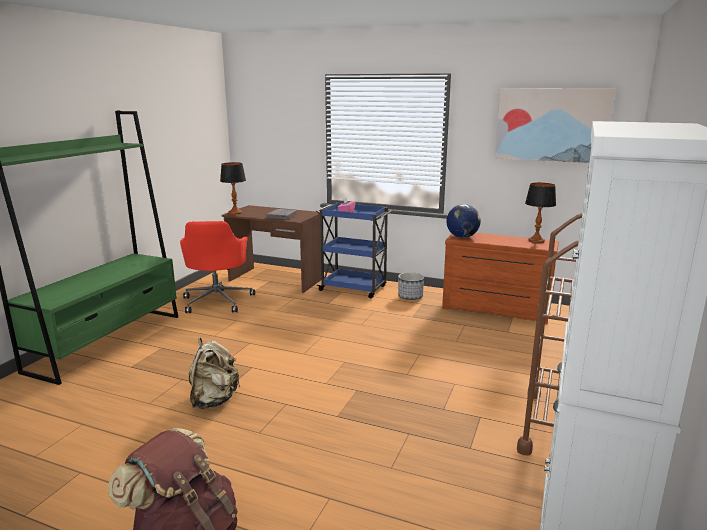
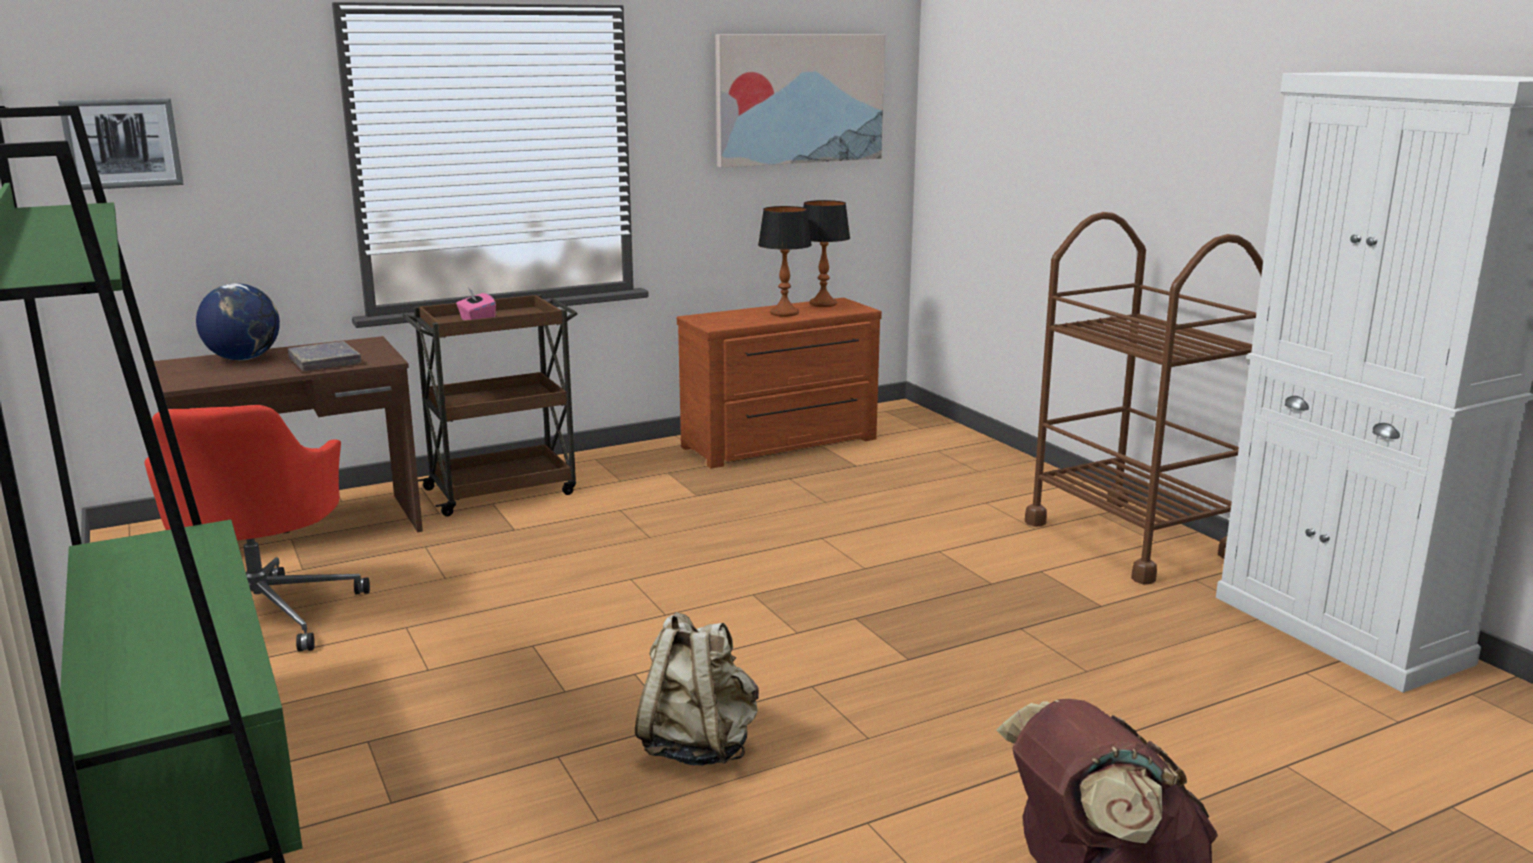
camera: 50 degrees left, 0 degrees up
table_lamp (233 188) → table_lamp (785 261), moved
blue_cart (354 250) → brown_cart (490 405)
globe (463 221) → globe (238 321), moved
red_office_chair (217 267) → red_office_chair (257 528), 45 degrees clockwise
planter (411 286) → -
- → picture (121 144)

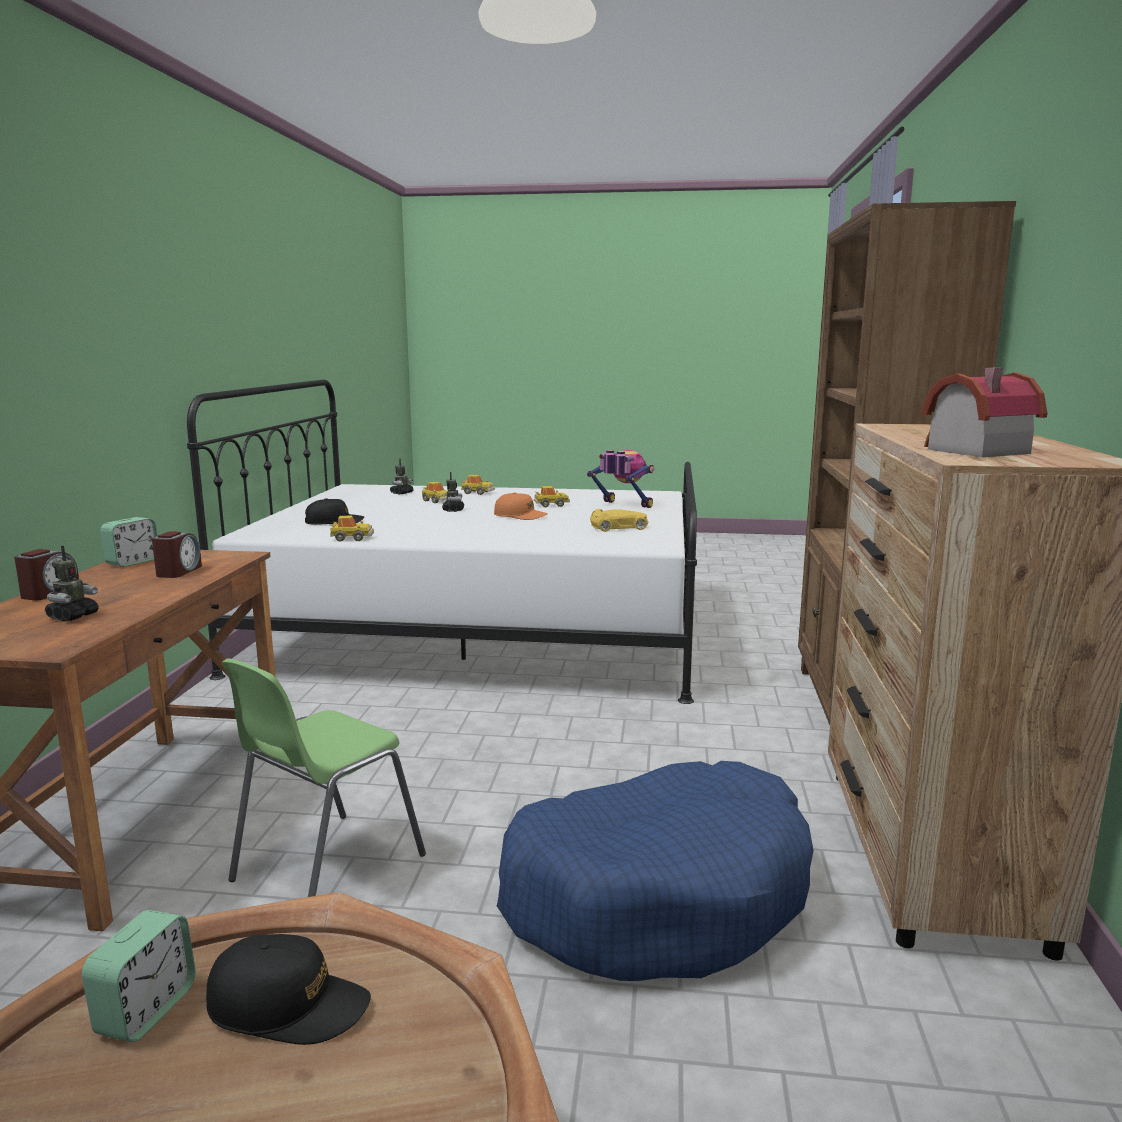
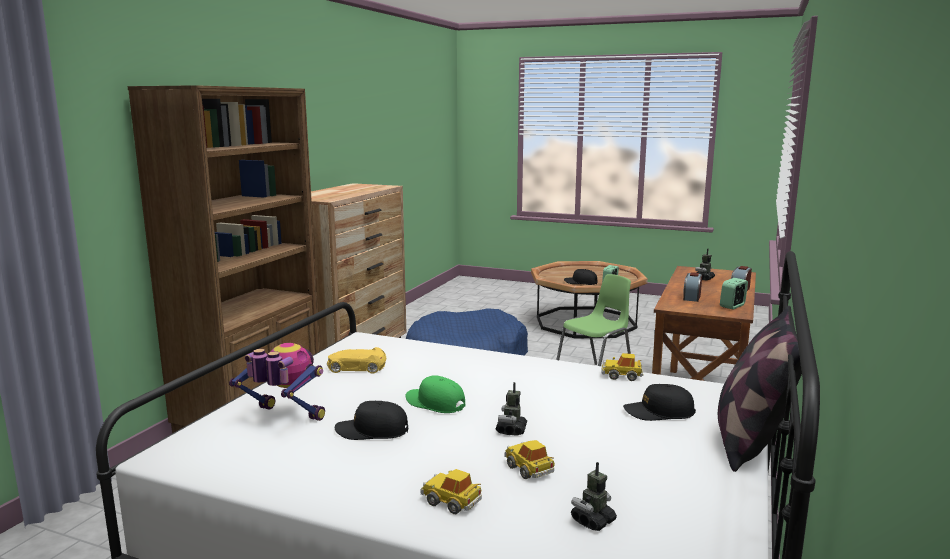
camera: 165 degrees left, 0 degrees up
toy_house (984 412) → -
toy_robot (621 479) → toy_robot (277 382), 150 degrees clockwise
toy_car (551 496) → black_cap (371 420)
orange_cap (521 506) → green_cap (436 394)
- → pillow (760 389)

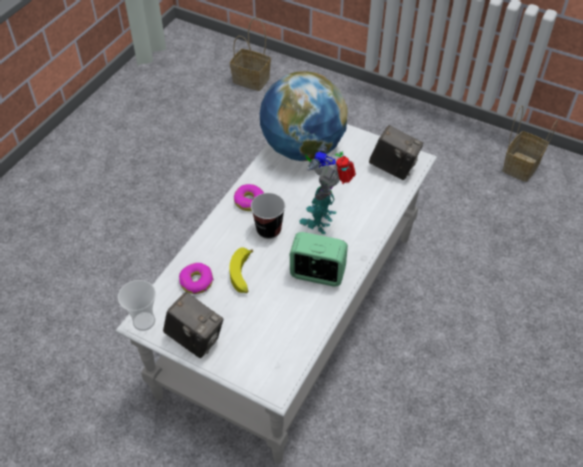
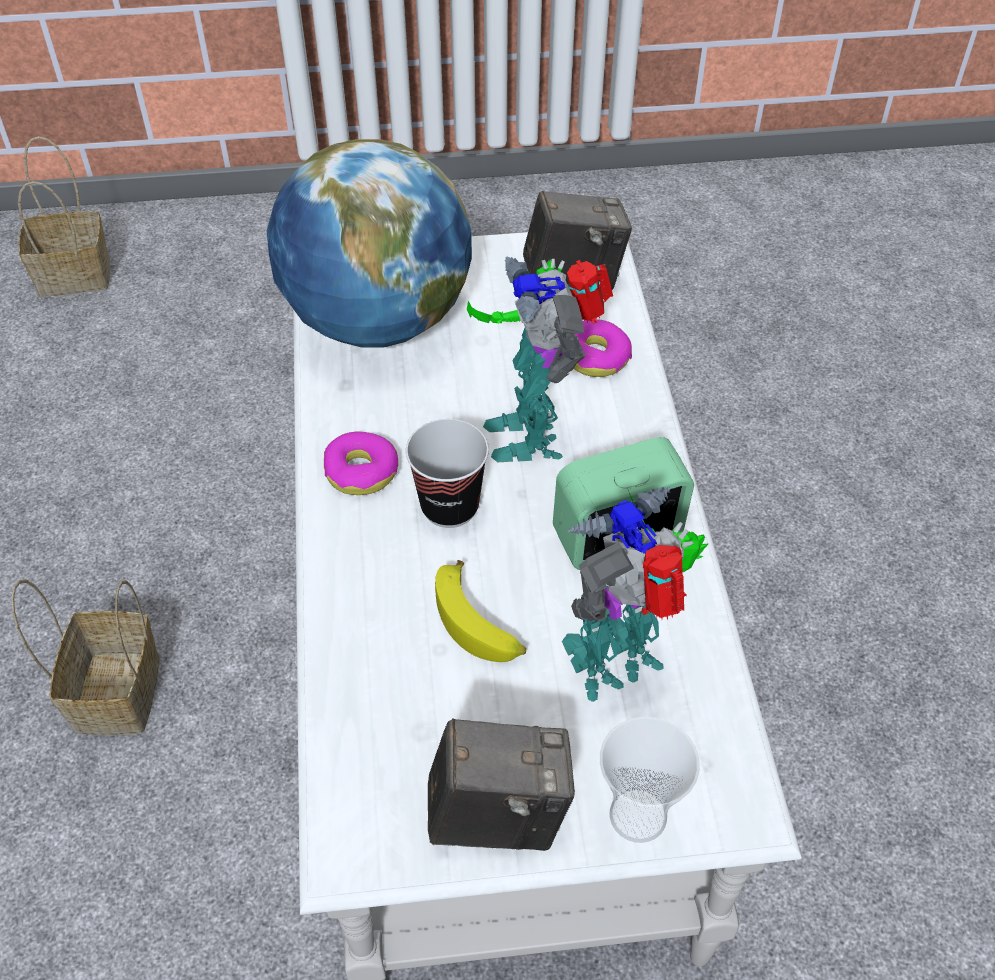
camera: 35 degrees left, 0 degrees up
basket (530 143) → basket (85 657), moved
donut (196 278) → donut (603 348), moved
cup (137 305) → cup (650 780), moved
- → toy_robot (635 594)

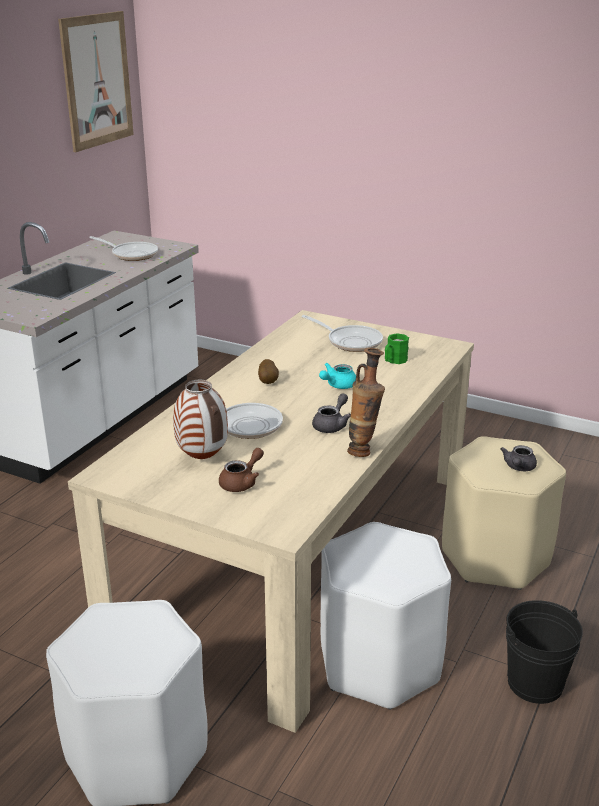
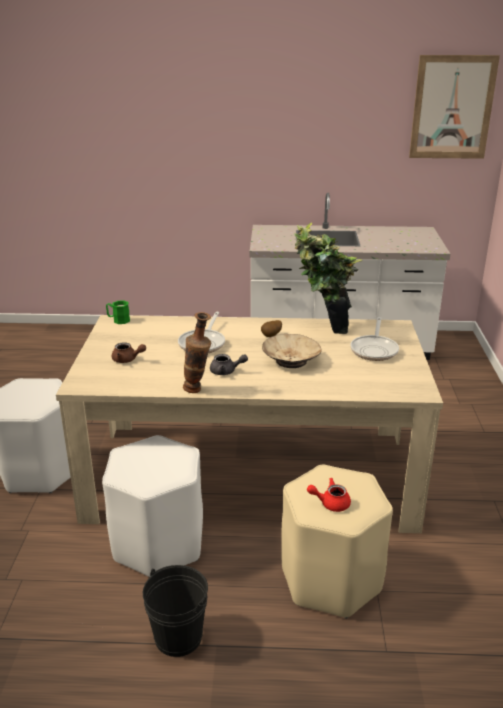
camera: 65 degrees right, 0 degrees up
frying_pan (123 248) → -
green_mug (397 348) → green_mug (118 312), moved
turquoise_teapot (337 376) → beige_bowl (291 351)
vase (200 419) → -
grey_teapot (518 458) → red_teapot (329 495)
- → potted_plant (328 278)

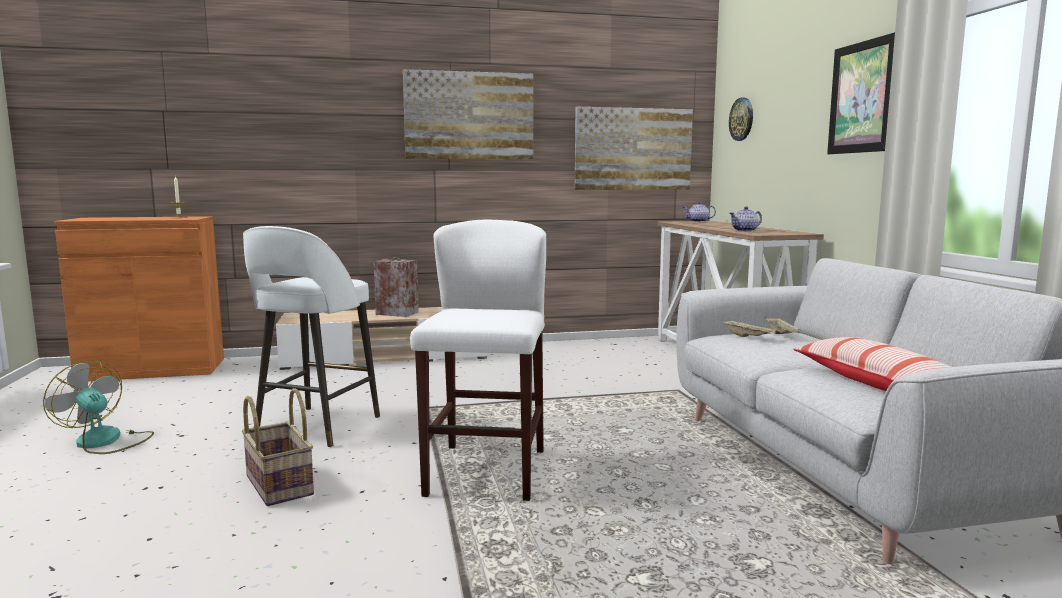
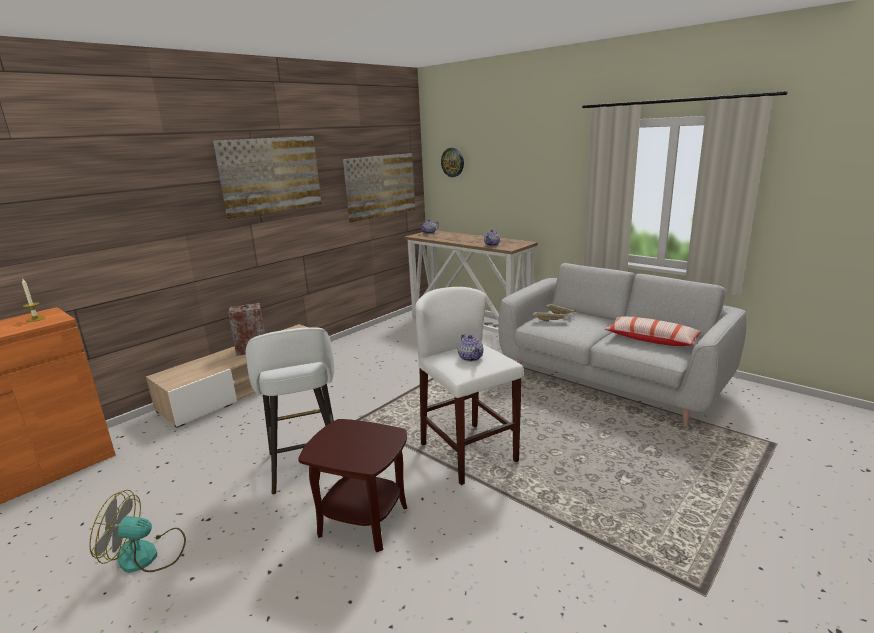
camera: 35 degrees left, 10 degrees up
picture (861 93) → -
basket (278 447) → brown_side_table (352 485)
- → teapot (470 348)

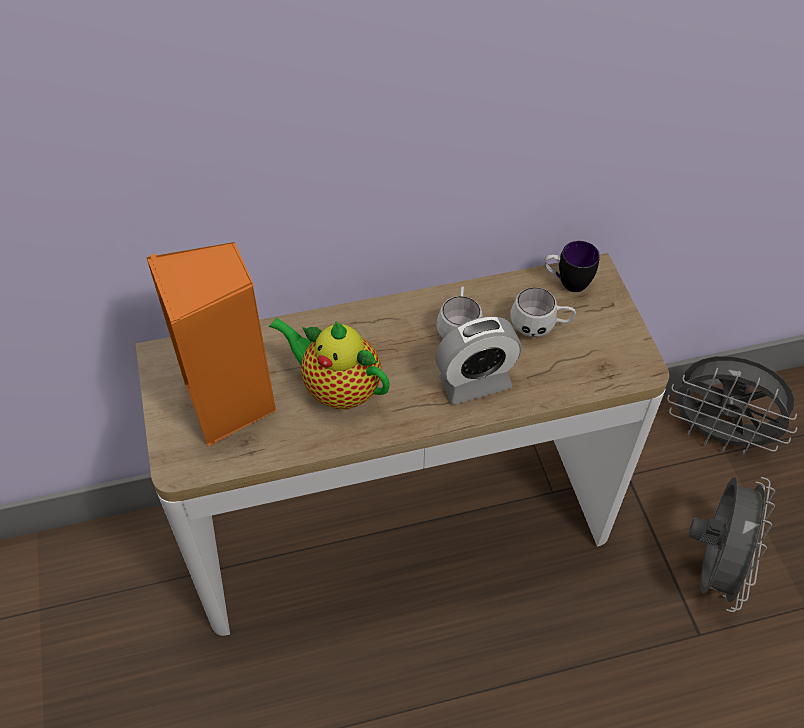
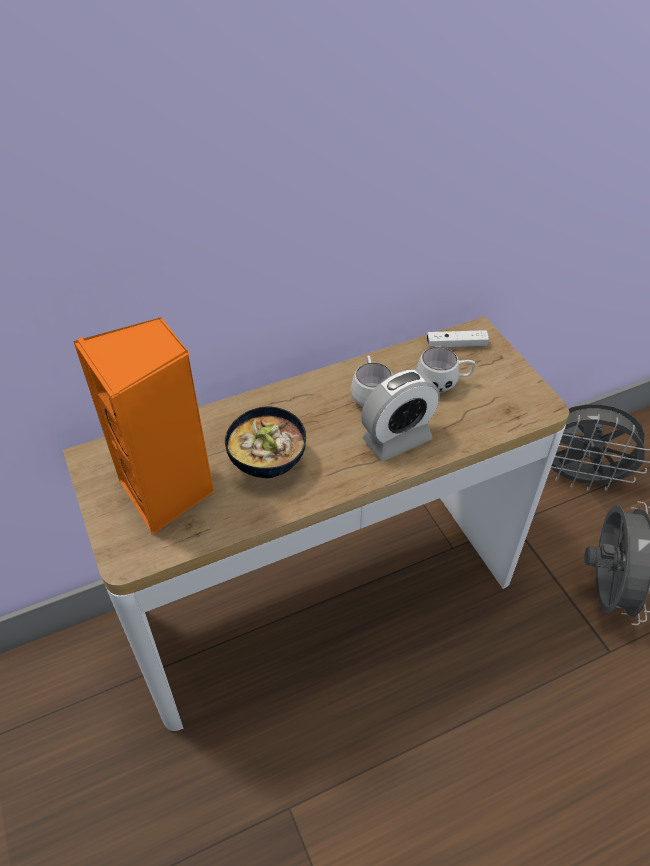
camera: 10 degrees left, 5 degrees down
mug (572 266) → white_game_controller (458 339)
teapot (329 363) → bowl (265 442)

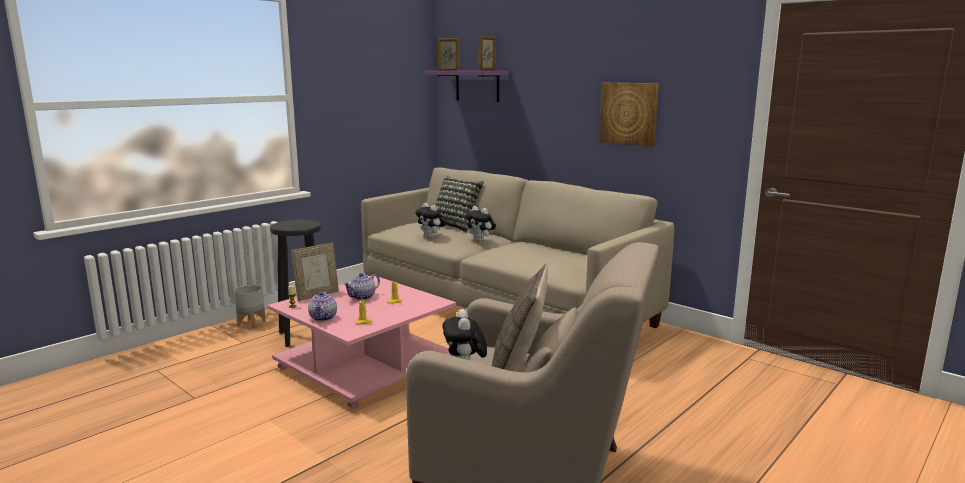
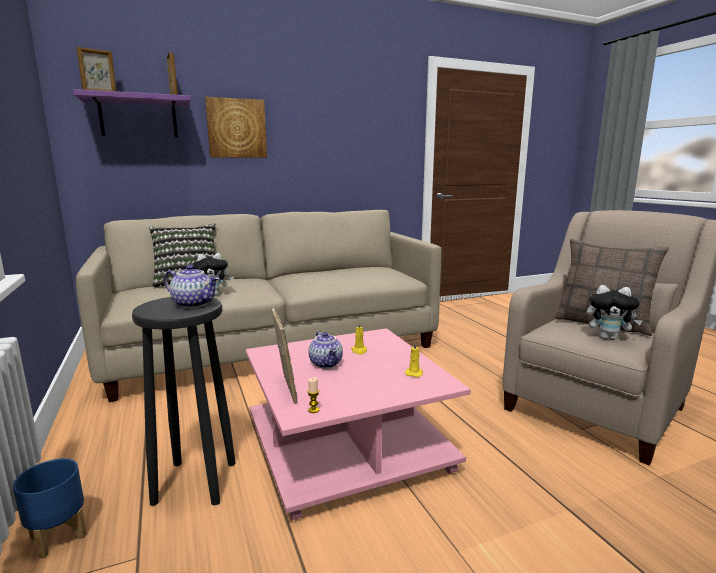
camera: 65 degrees left, 0 degrees up
picture (629 114) → picture (236 127), moved
plush_toy (480 224) → -
grey_planter (250 306) → blue_planter (50 508)
teapot (322 306) → teapot (191 286), moved

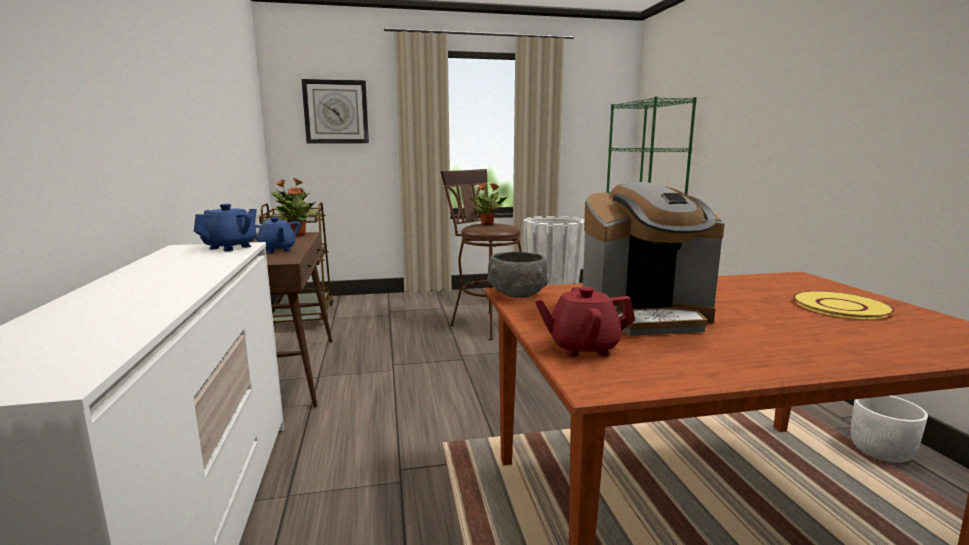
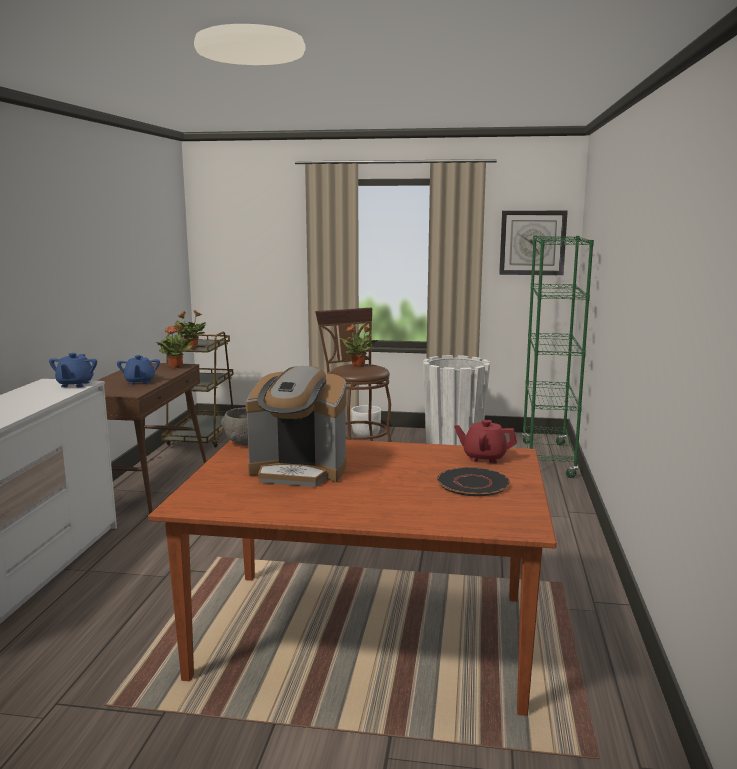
camera: 20 degrees right, 0 degrees up
wall_clock (335 111) → wall_clock (533 243), moved
blue_teapot (225 227) → blue_teapot (73 370), 135 degrees clockwise
red_teapot (585 321) → red_teapot (485 442), moved
yellow_plate (843 305) → black_plate (473 481)
white_planter (889 429) → white_planter (366 421), moved

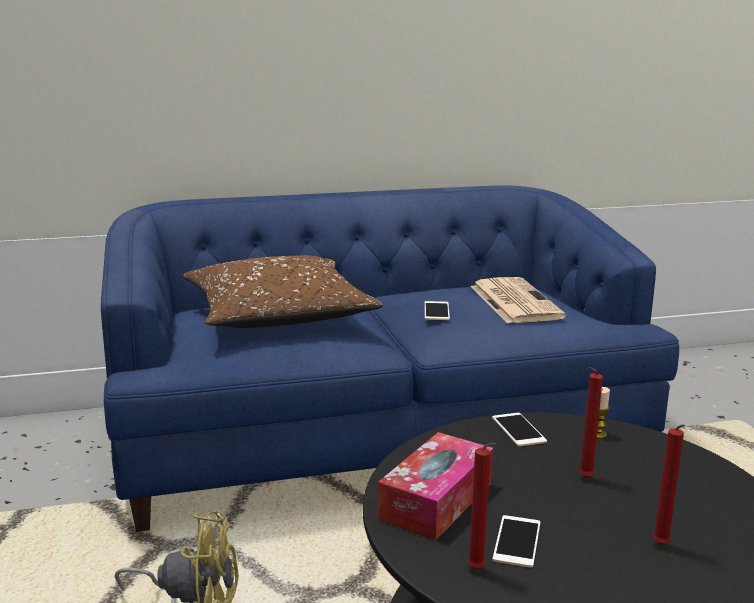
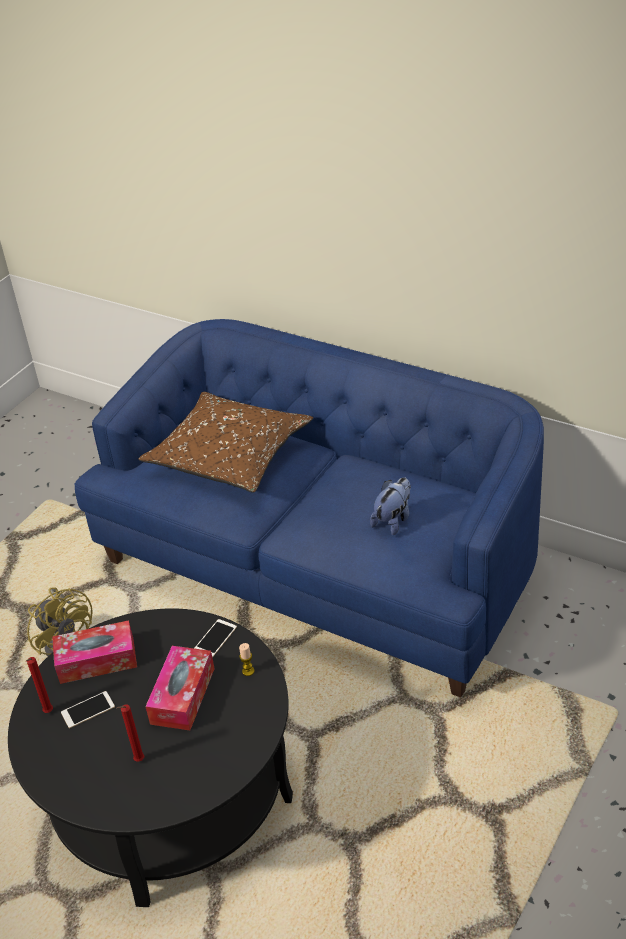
camera: 50 degrees right, 20 degrees up
newspaper (518 300) → plush_toy (390 506)
phone (437 310) → -
red_candle (591 422) → tissue_box (180 688)

